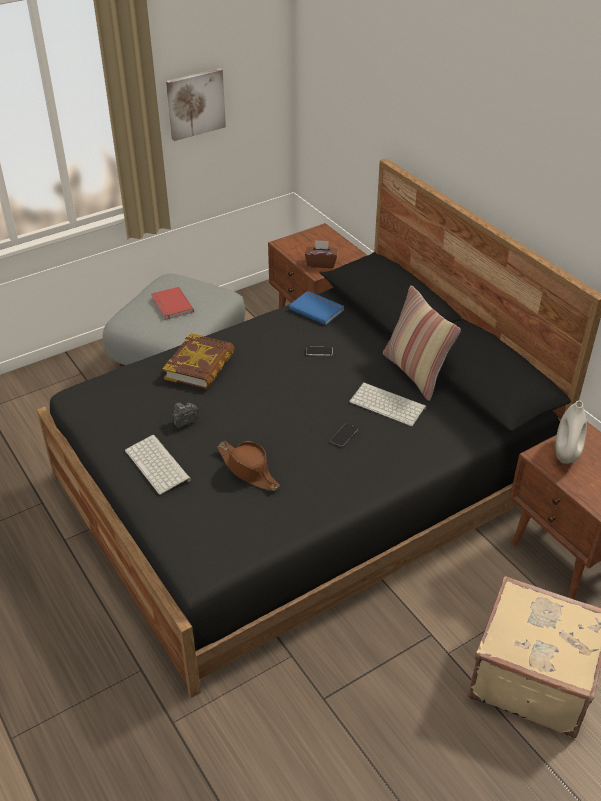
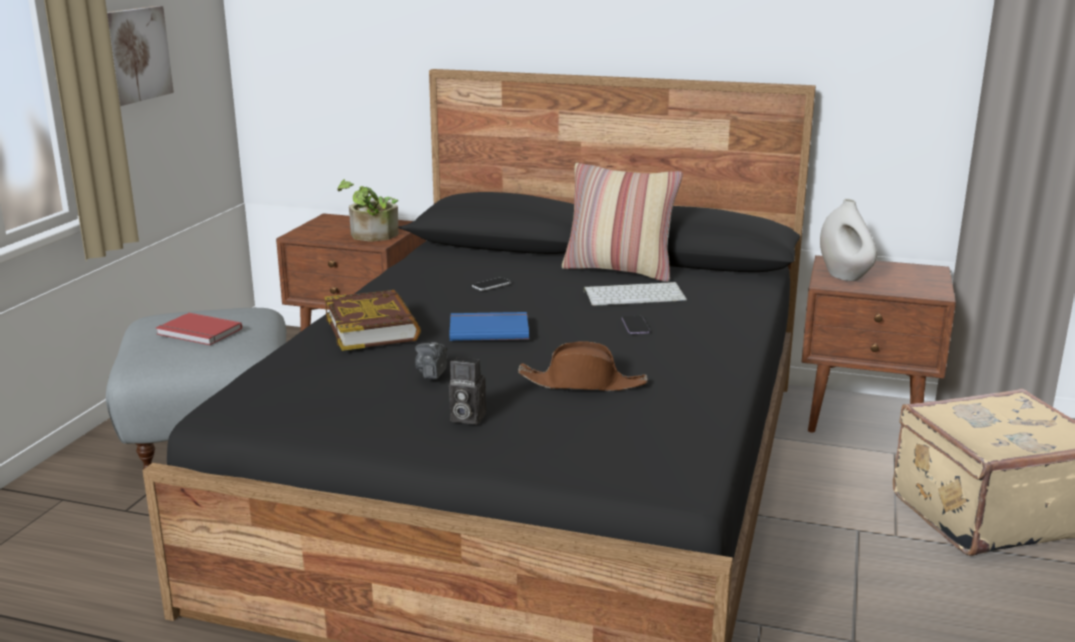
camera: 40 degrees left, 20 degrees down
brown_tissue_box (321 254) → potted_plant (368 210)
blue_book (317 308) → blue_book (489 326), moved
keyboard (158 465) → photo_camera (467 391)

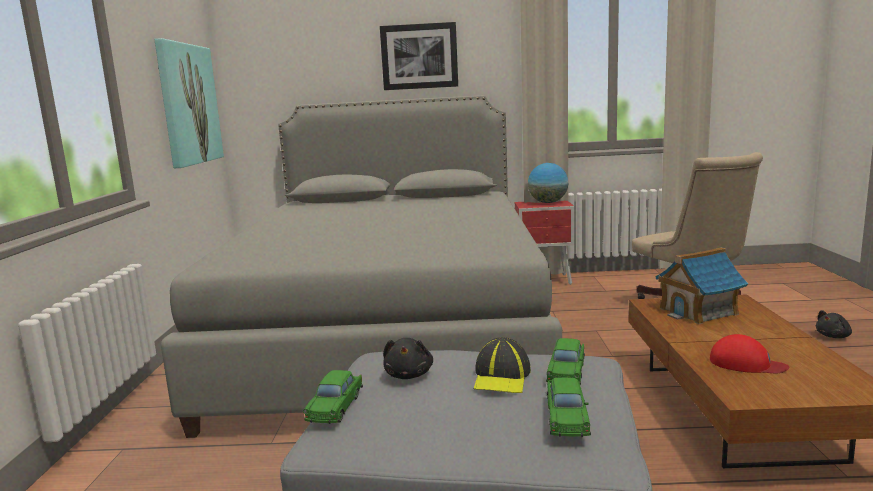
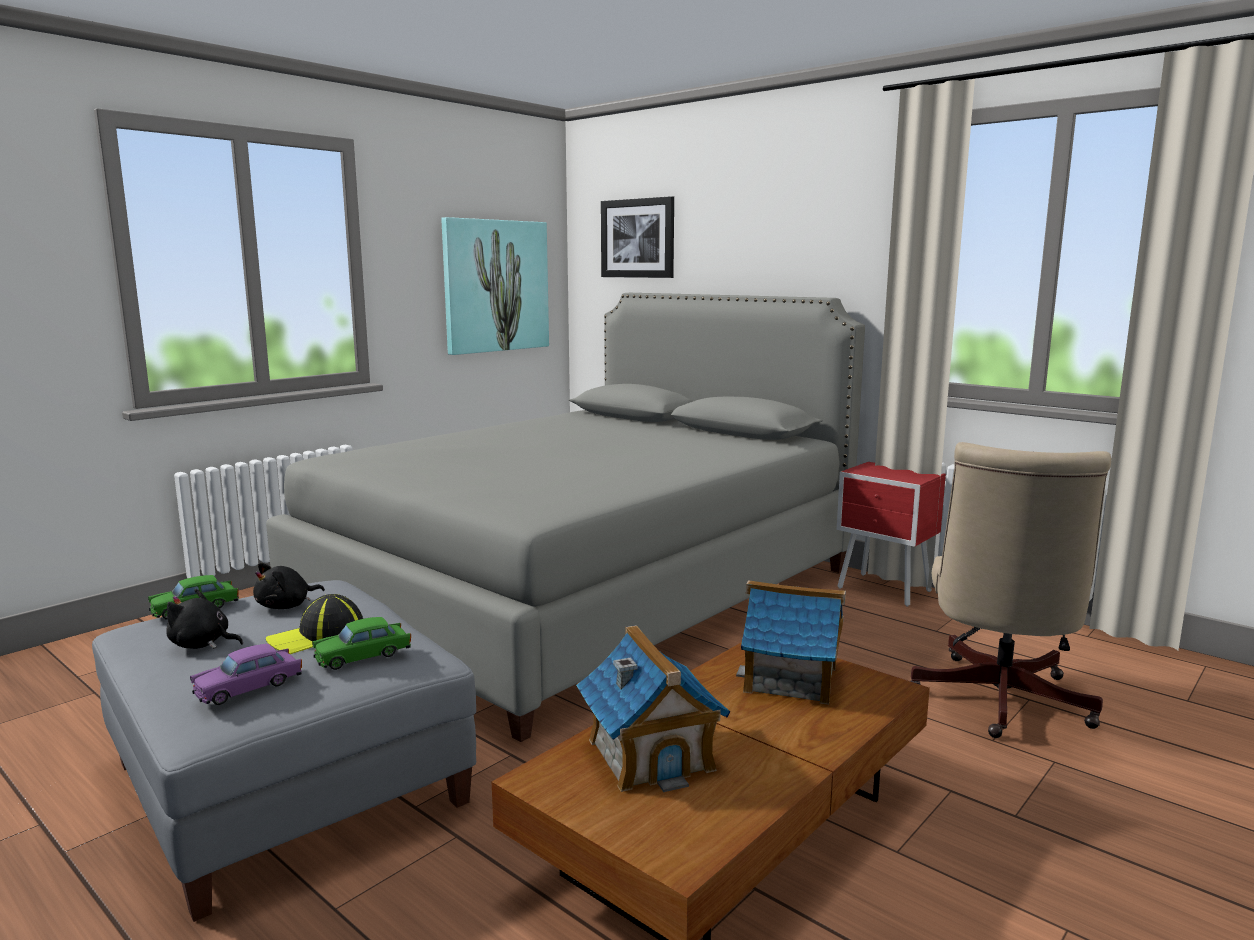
camera: 40 degrees right, 0 degrees up
picture (419 56) → picture (637 237), moved
globe (548 183) → -
black_plush_toy (834 324) → black_plush_toy (204 619), moved
red_cap (750 353) → toy_house (653 708)
green_toy_car (569 407) → purple_toy_car (246 674)

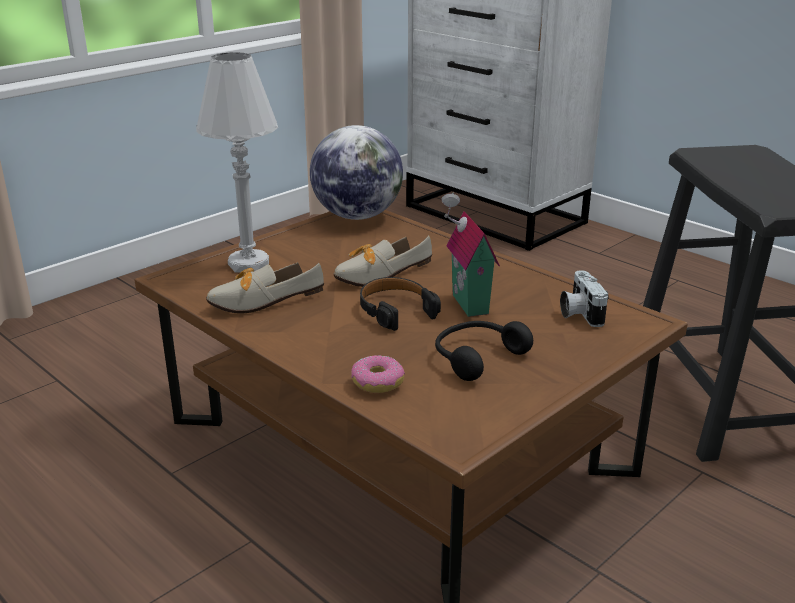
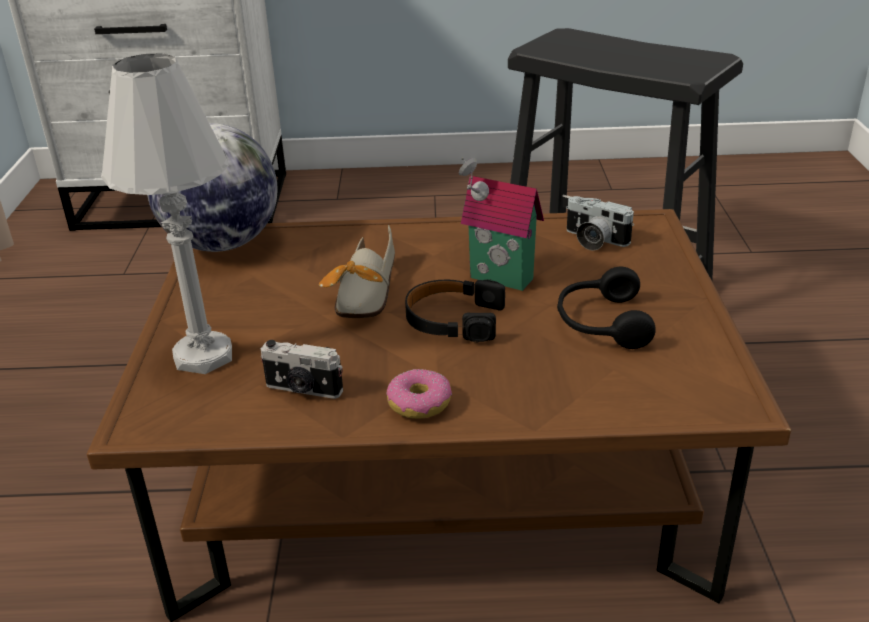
camera: 45 degrees left, 5 degrees up
shoe (265 288) → photo_camera (302 369)
donut (378 374) → donut (419 394), moved

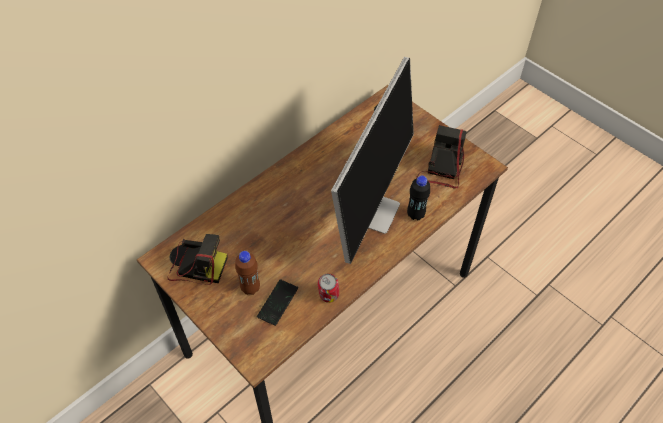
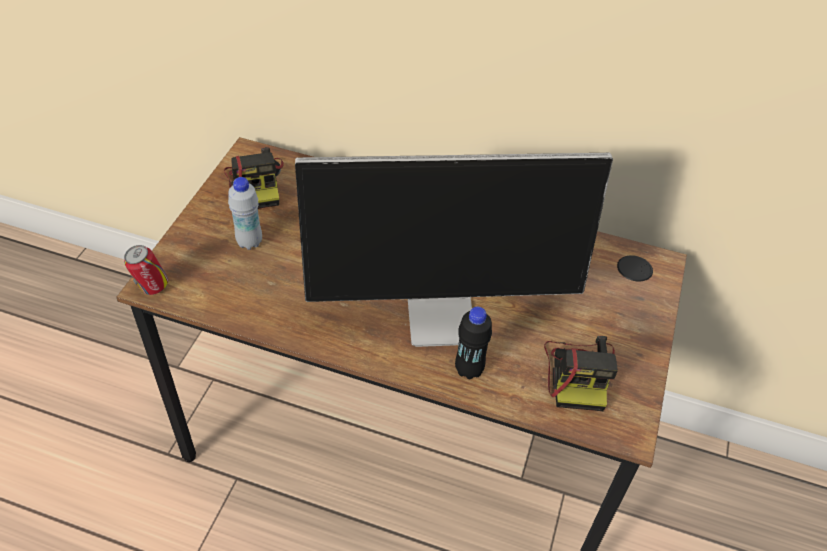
camera: 60 degrees right, 5 degrees down
photo_camera (441 157) → photo_camera (581 373), 105 degrees clockwise
brown_bottle (247 273) → white_bottle (245 213)
can (328 288) → can (146 270), moved
phone (277 302) → -

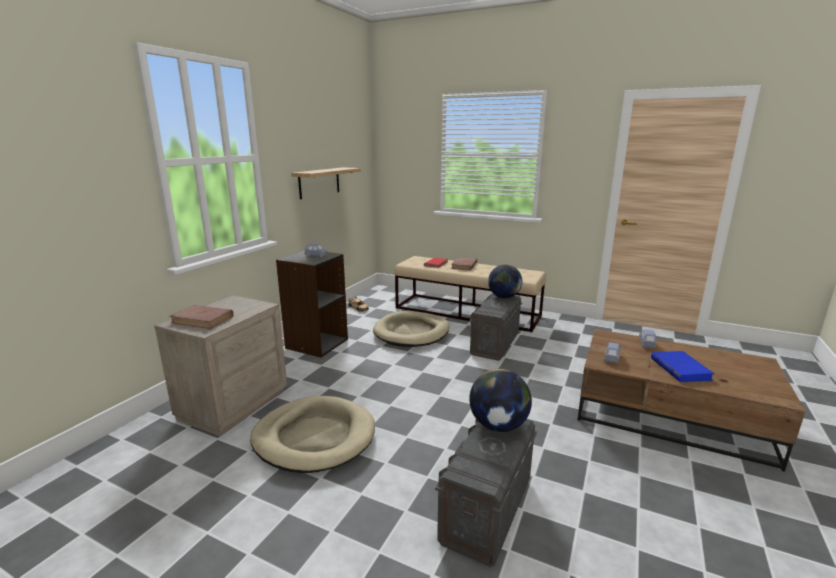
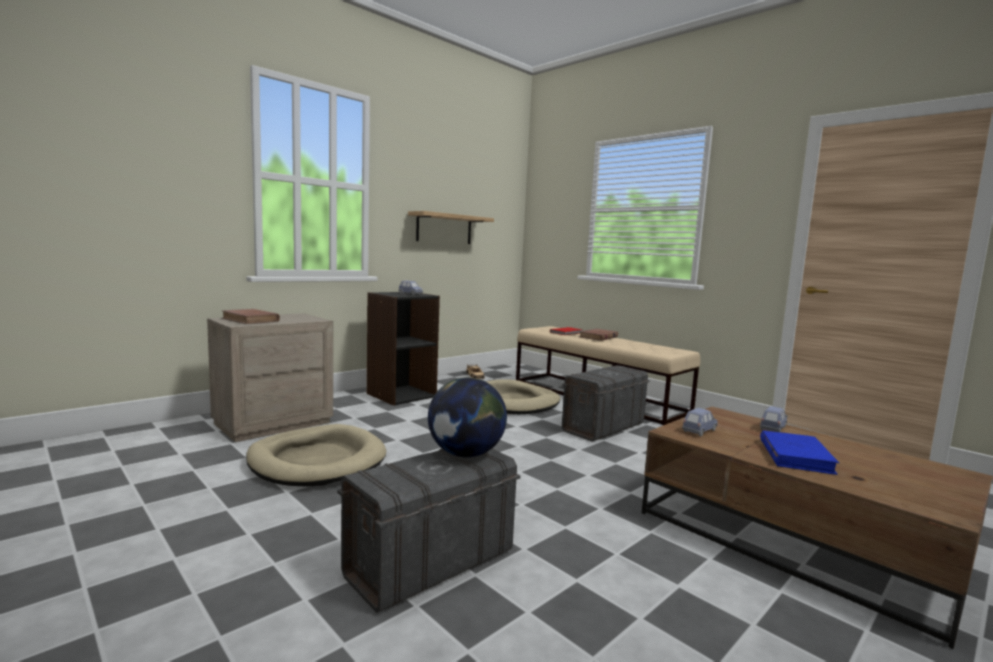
camera: 20 degrees right, 10 degrees down
globe (505 281) → -

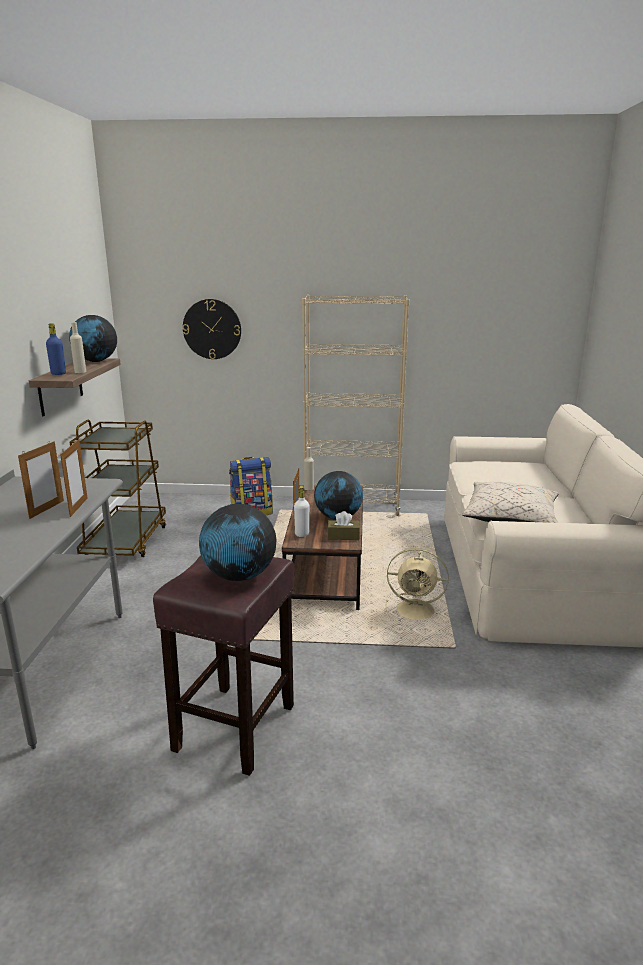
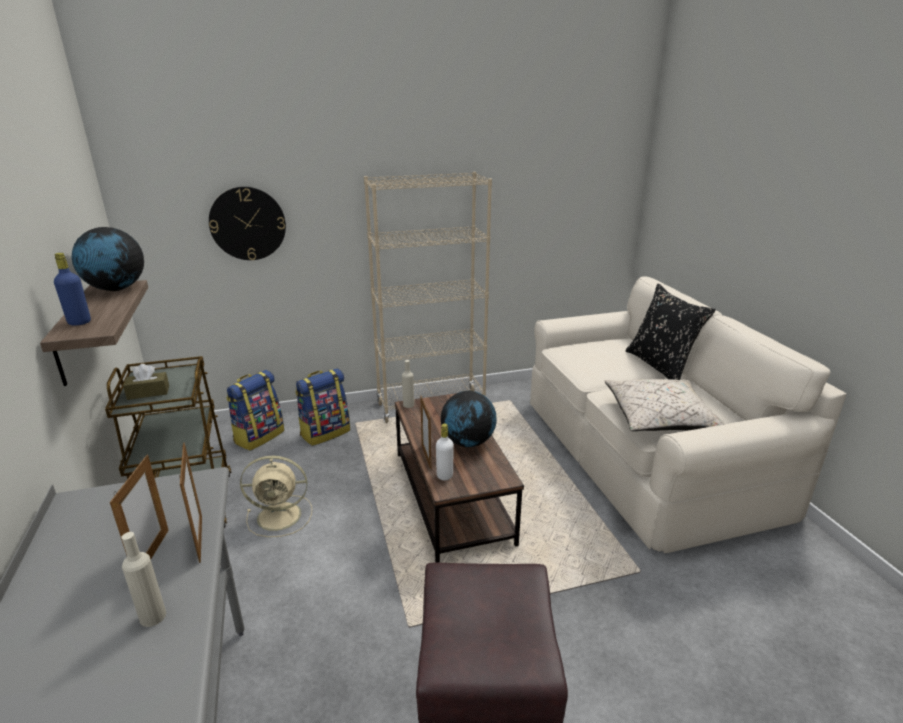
camera: 20 degrees left, 5 degrees up
beige_bottle (78 347) → beige_bottle (143 579), moved
globe (237 542) → -
brown_tissue_box (343 525) → brown_tissue_box (146 382), moved
beige_fan (417 584) → beige_fan (276 496), moved
- → black_pillow (671 332)
- → backpack (255 410)

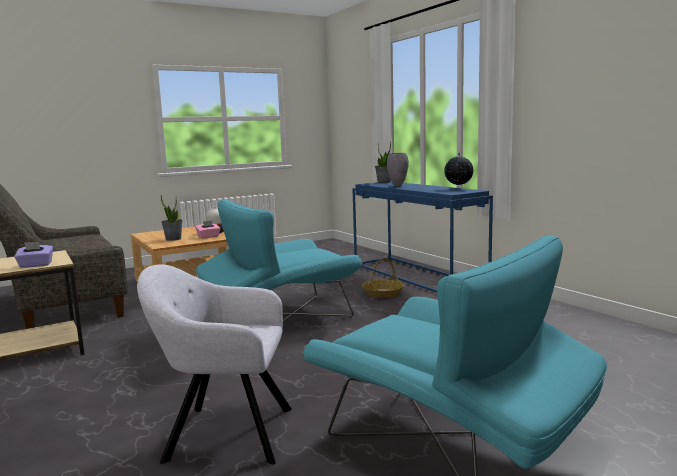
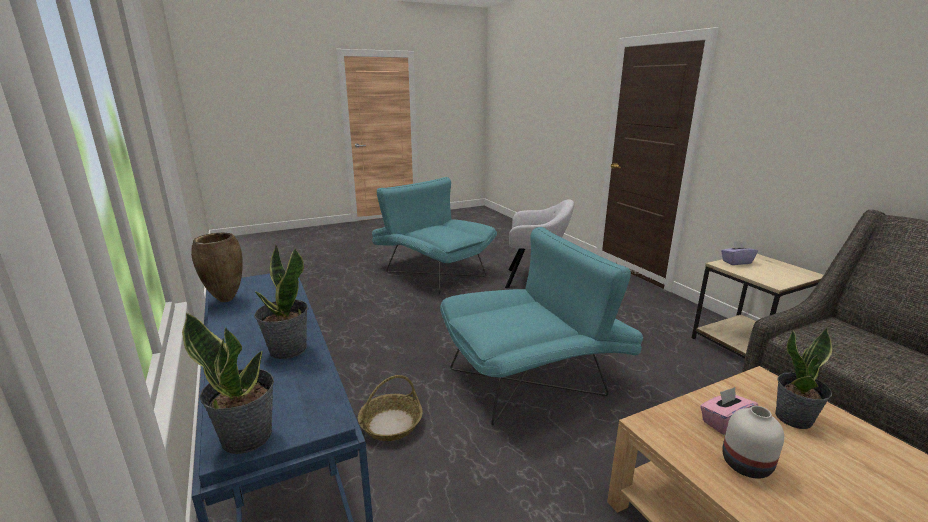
camera: 175 degrees left, 10 degrees up
grey_vase (398 170) → potted_plant (281 301)
globe (458 171) → brown_vase (217 267)

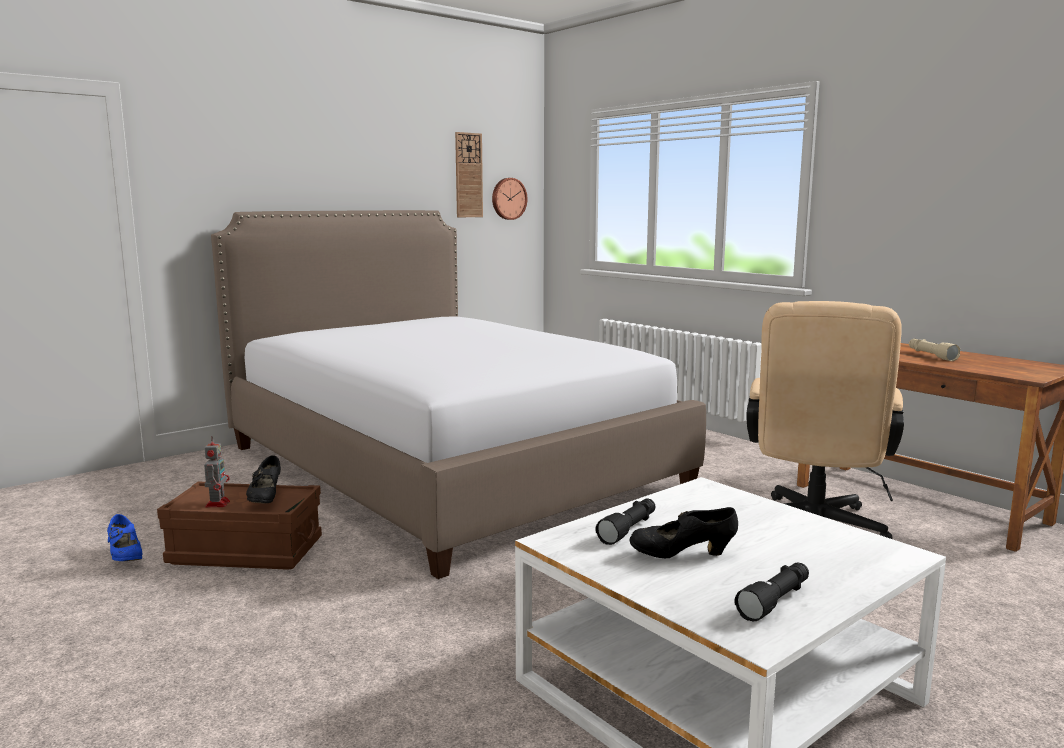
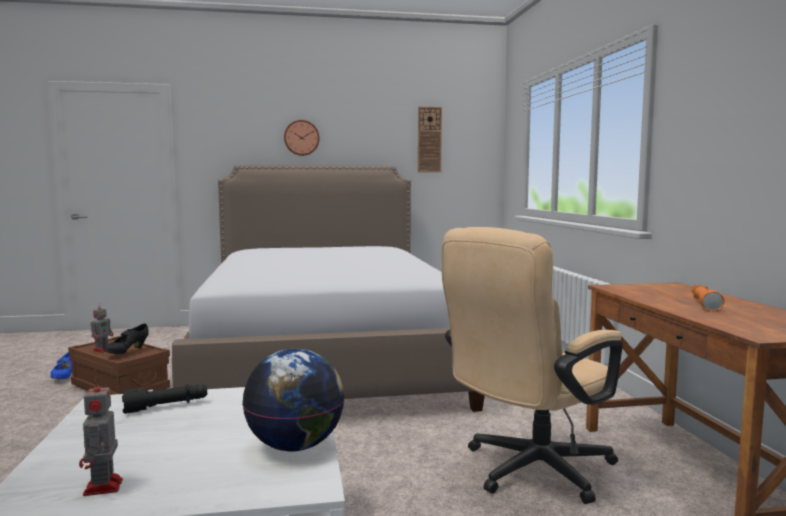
camera: 30 degrees right, 5 degrees down
wall_clock (510 199) → wall_clock (301 138), moved
beige_flashlight (934 350) → orange_flashlight (708 298)
black_shoe (683 532) → -
black_flashlight (771 592) → toy_robot (101 436)
- → globe (293 400)

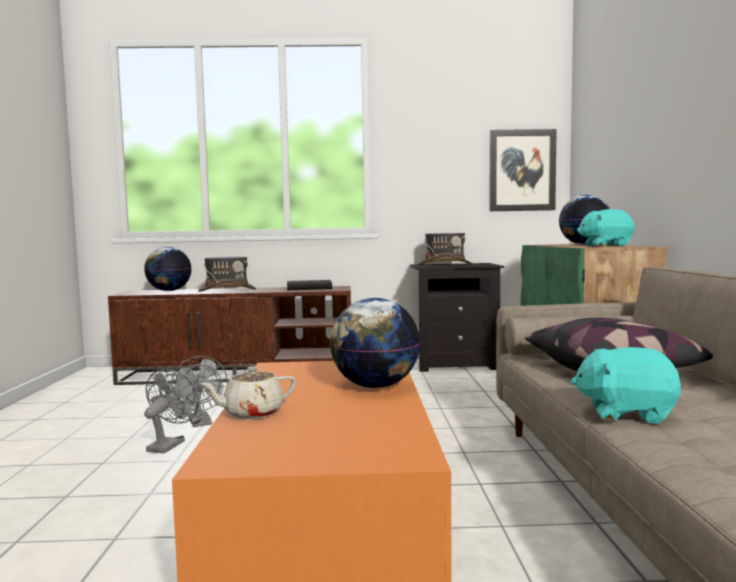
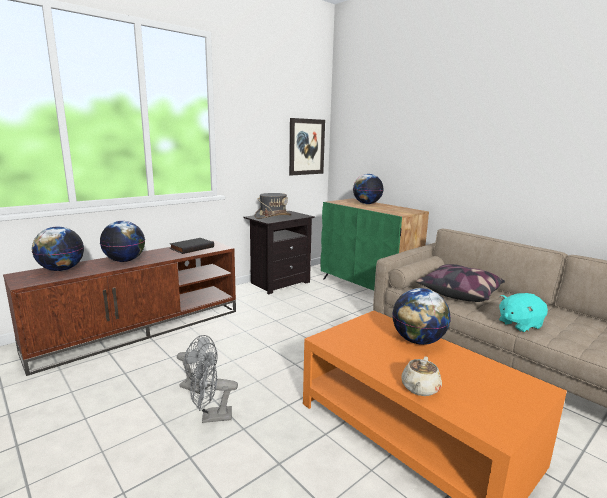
camera: 40 degrees left, 10 degrees up
turquoise_plush_toy (606 228) → -
grey_hat (227 274) → globe (122 241)
grey_fan (171 411) → grey_fan (214 390), 75 degrees counterclockwise

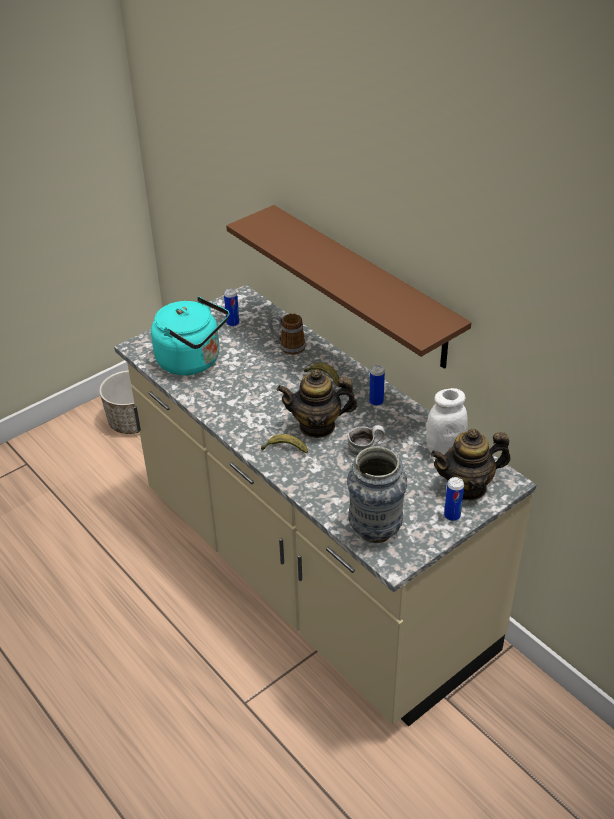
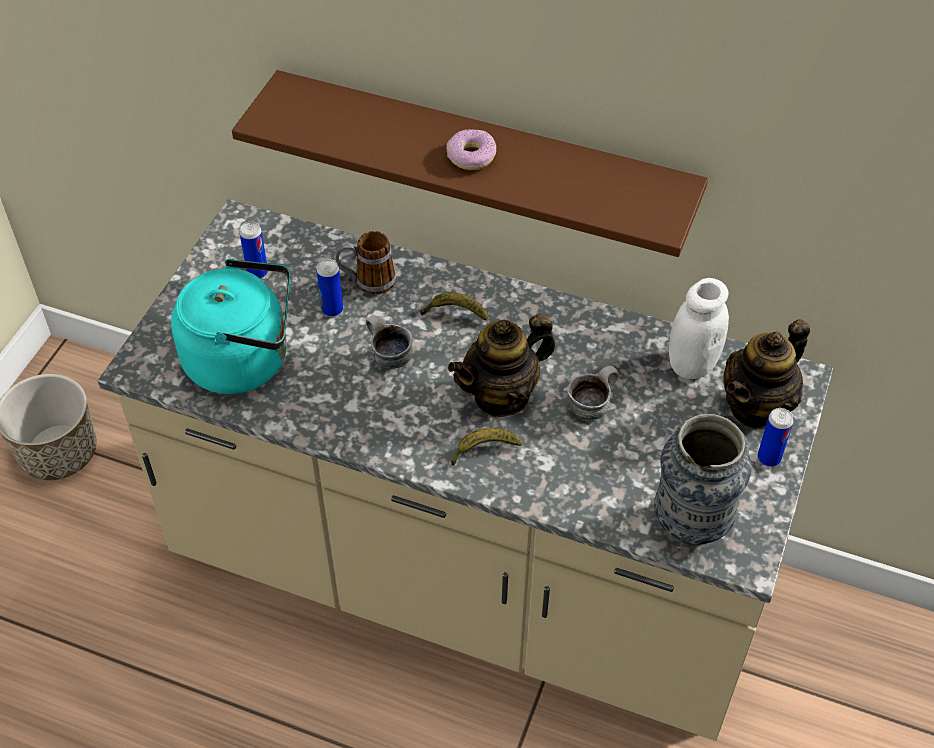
camera: 30 degrees left, 10 degrees up
can (377 385) → can (330 288), moved
- → donut (471 149)
- → mug (389 342)

